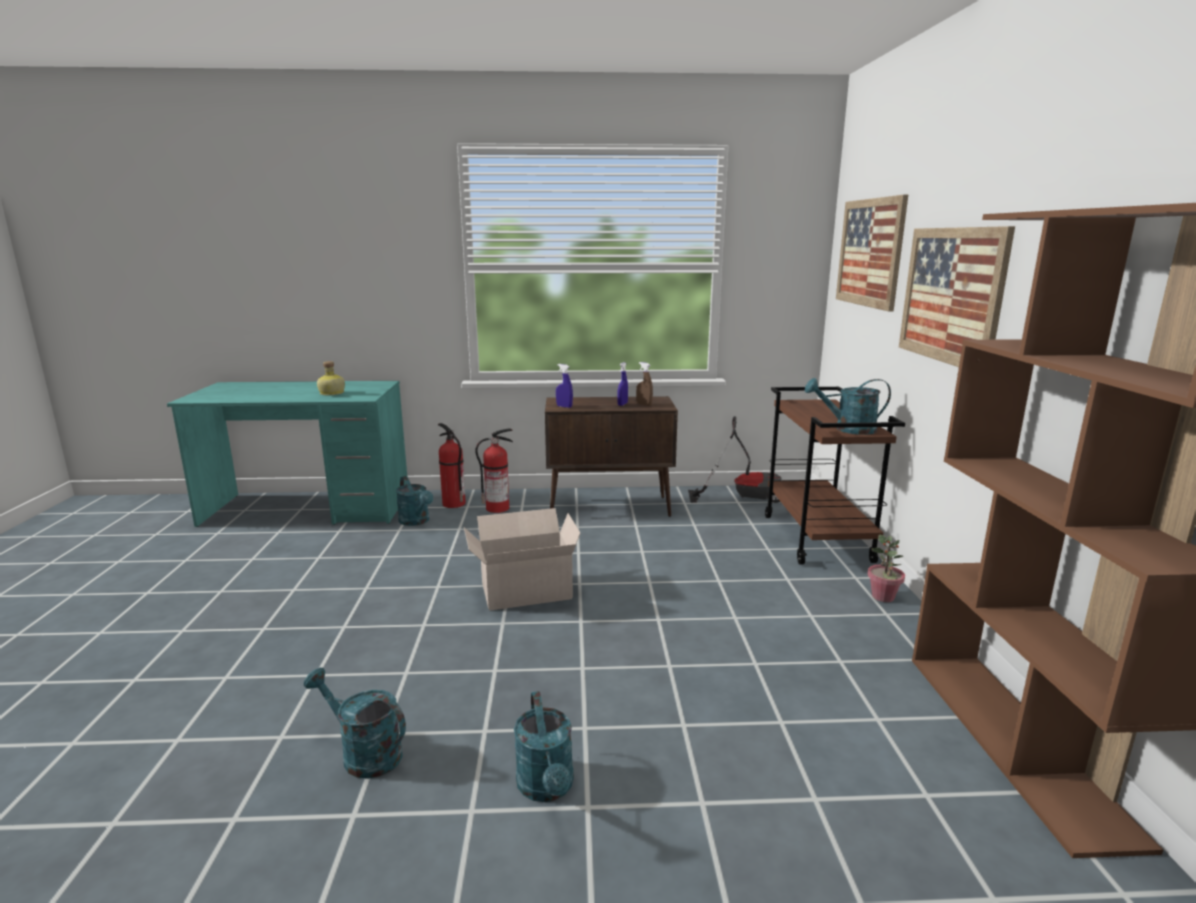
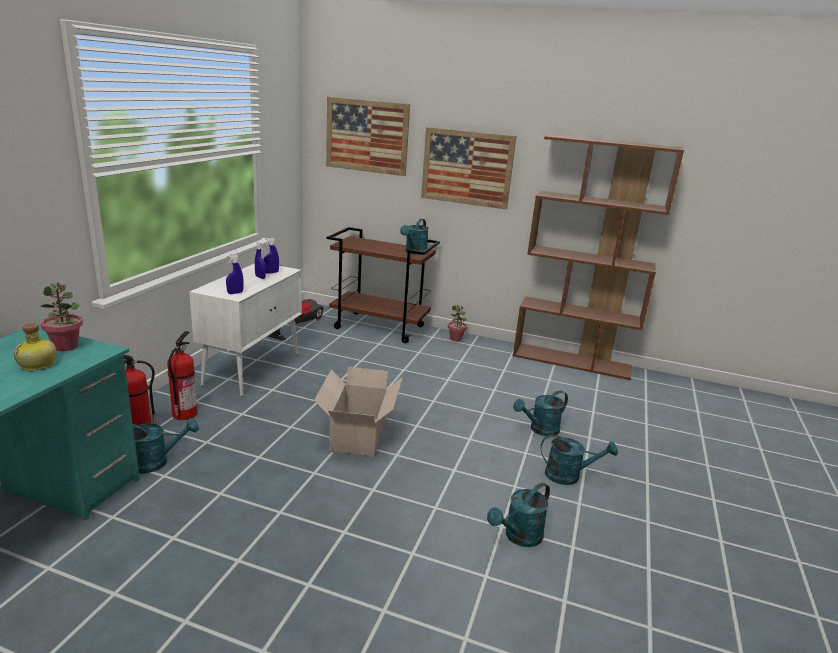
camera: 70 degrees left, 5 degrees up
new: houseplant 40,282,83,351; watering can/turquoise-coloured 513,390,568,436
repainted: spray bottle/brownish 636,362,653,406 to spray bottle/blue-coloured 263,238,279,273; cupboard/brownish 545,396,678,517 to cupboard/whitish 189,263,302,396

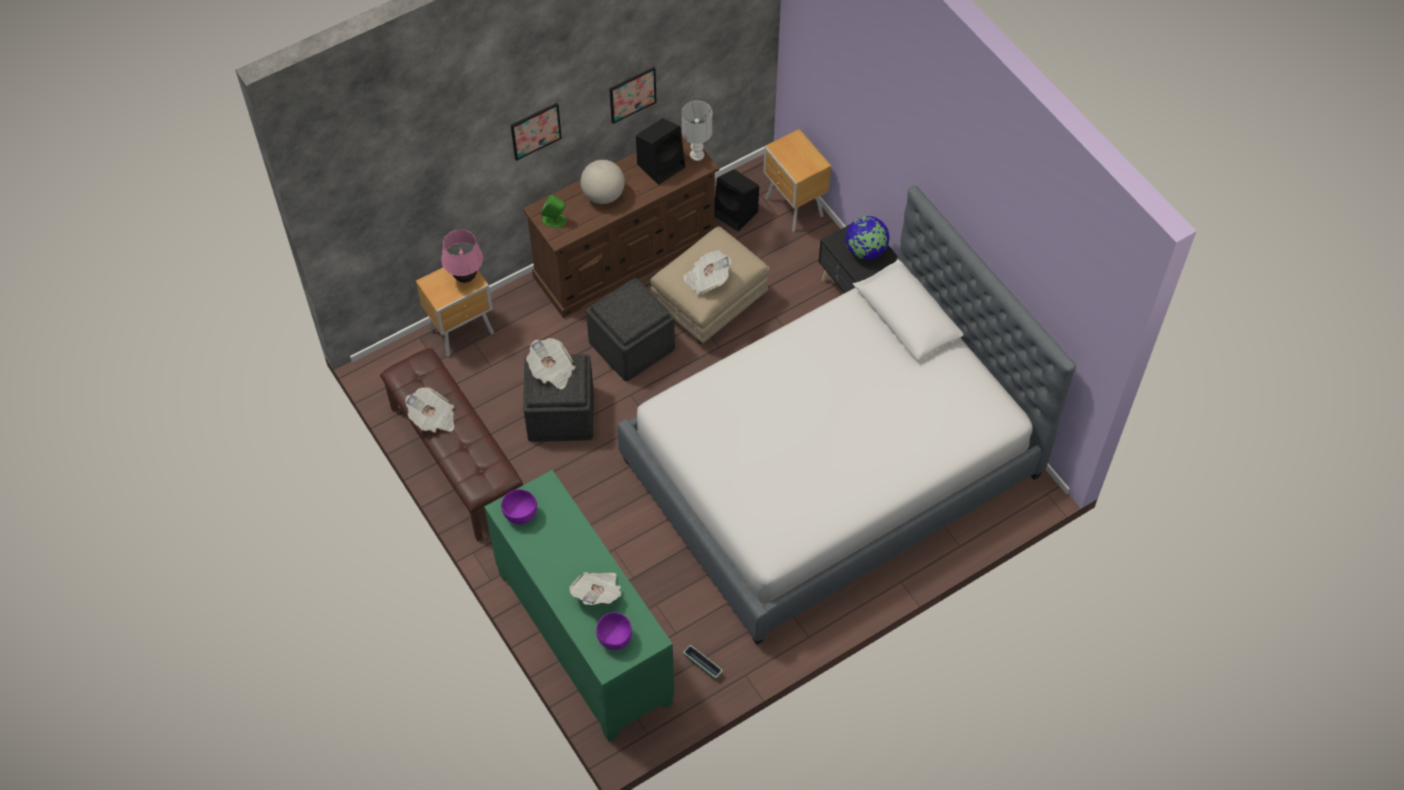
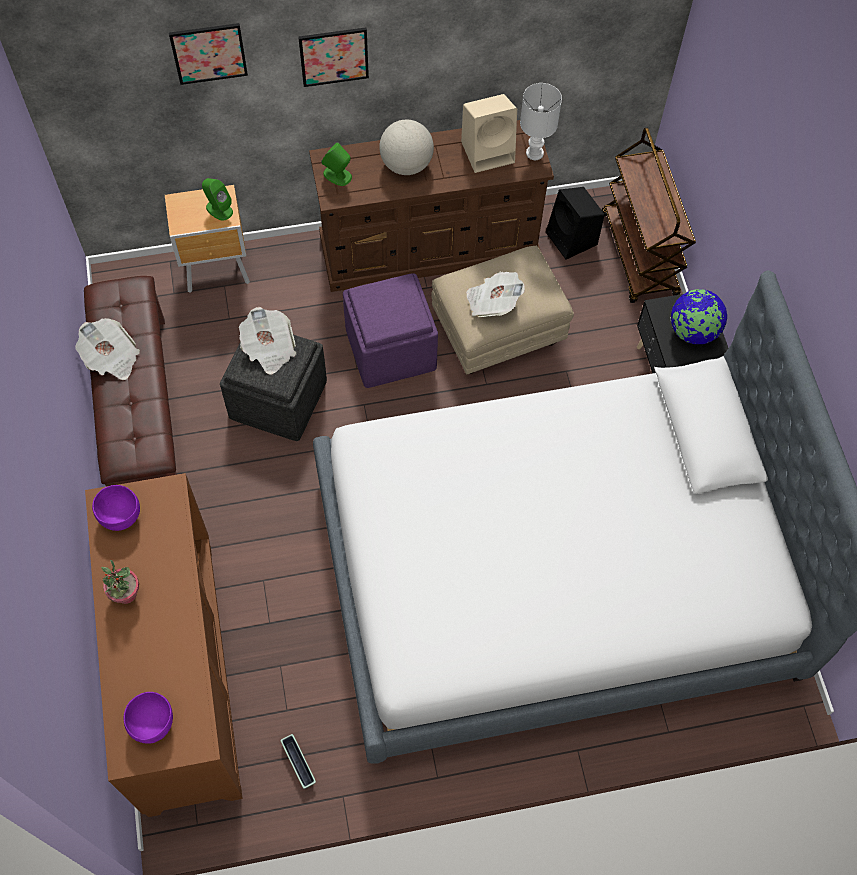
camera: 20 degrees right, 5 degrees up
gone: printed paper 569,572,621,605
new: houseplant 101,560,139,604
shifted: wall art 609,67,657,124 to 169,23,248,85
swapped: bedside table/brownish 763,129,831,232 to cart/brownish 602,128,696,303; table lamp/pinkish 441,230,483,283 to speaker/green-coloured 202,178,233,221
repainted: speaker/black-coloured 636,118,685,185 to speaker/sand-coloured 461,94,517,173; footrest/grey 586,278,675,381 to footrest/purplish 343,273,438,388; cupboard/green-coloured 484,470,674,742 to cupboard/brownish 85,473,243,817

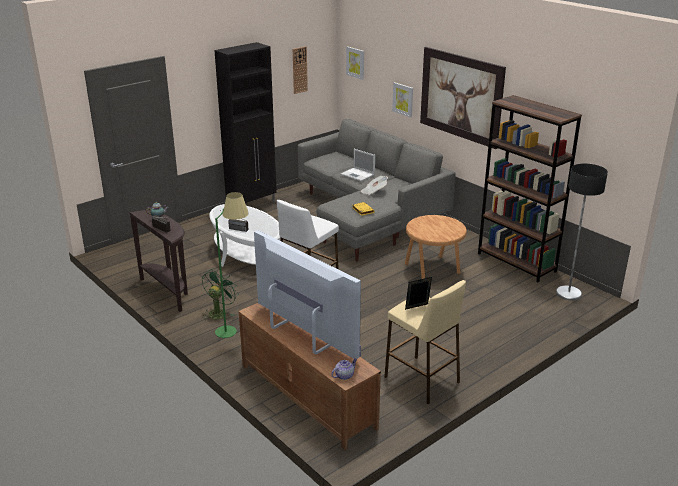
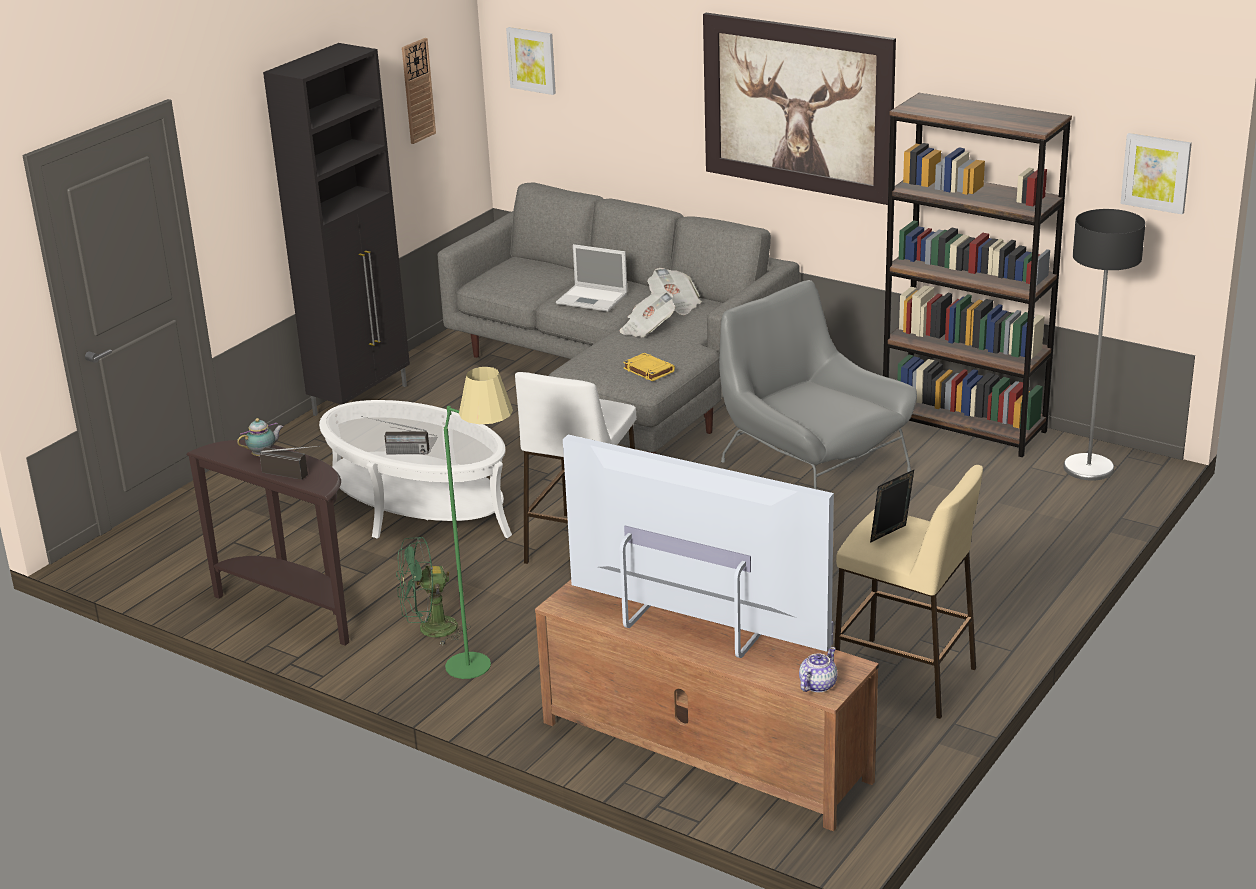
camera: 15 degrees left, 0 degrees up
new: printed paper 647,268,702,315
shifted: wall art 392,82,413,117 to 1121,133,1192,214
swapped: end table/brownish 405,215,467,279 to armchair/grey 719,280,917,489
rotated: cooling fan/green-coloured 202,269,239,319 = 396,537,471,646 120 degrees counterclockwise

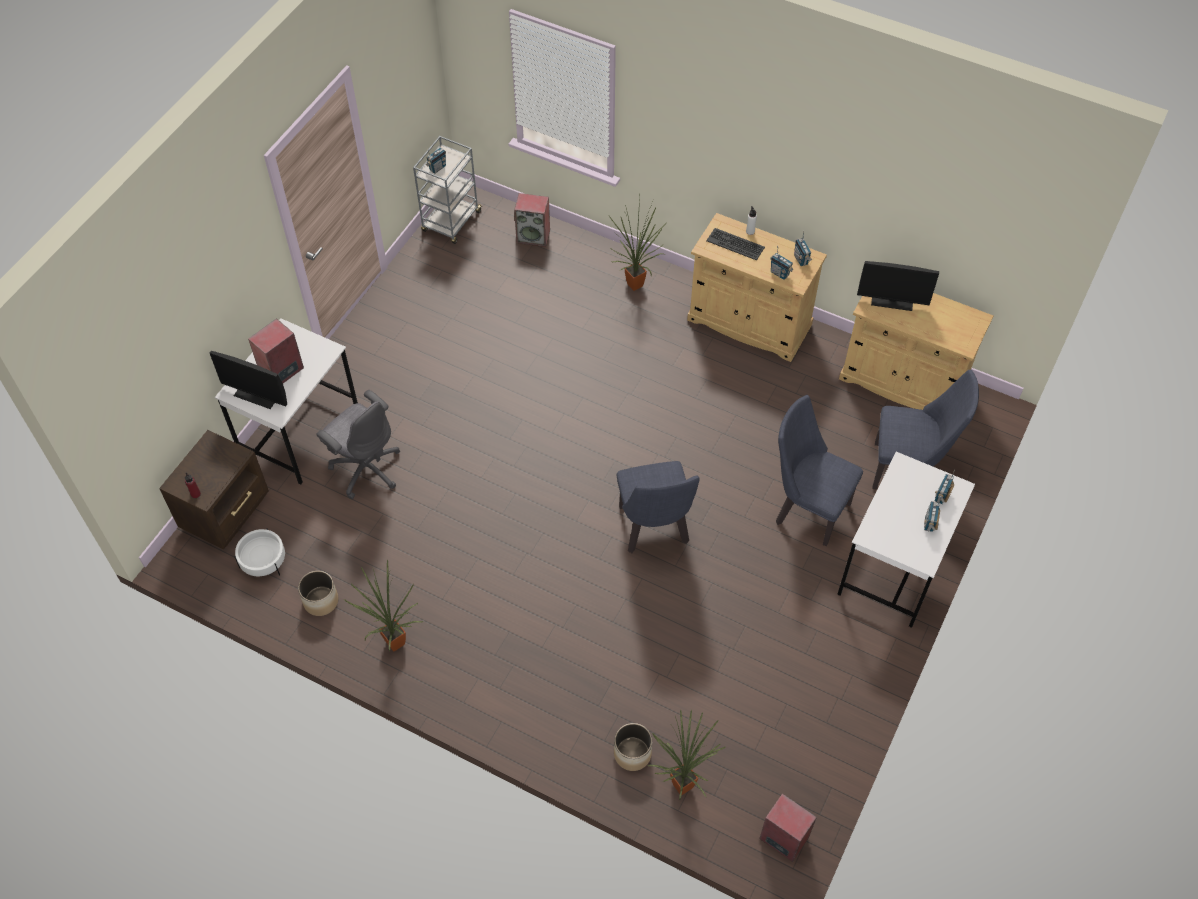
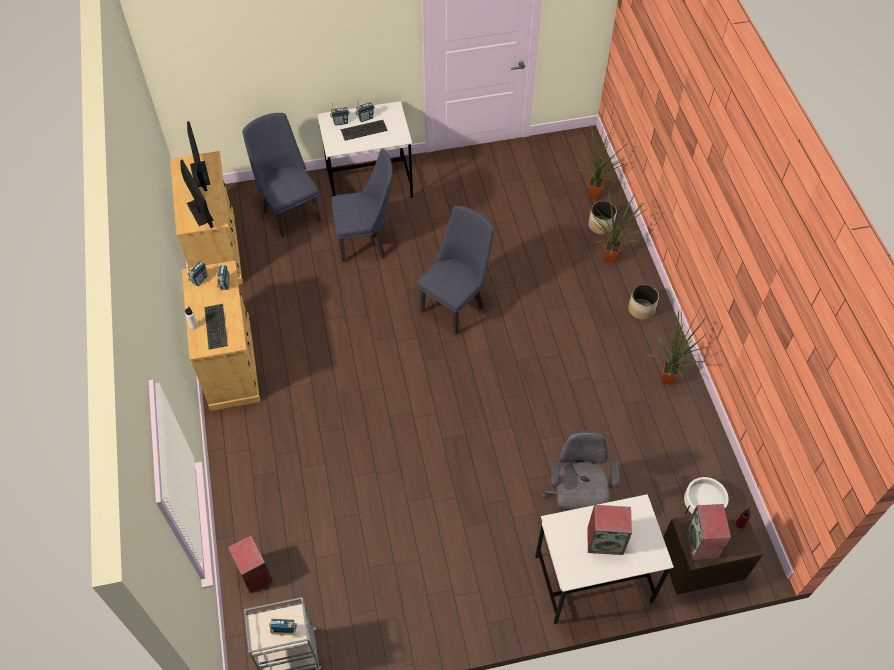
camera: 130 degrees left, 0 degrees up
new: PC keyboard 341,120,388,141
shifted: houseplant 609,197,664,291 to 593,185,648,263; monitor 210,351,287,409 to 187,121,210,191; planter 298,571,338,616 to 628,284,659,320; speaker 759,794,817,862 to 686,504,731,560
rotated: chair/blue-coloured 776,395,863,546 = 332,149,393,262 90 degrees counterclockwise

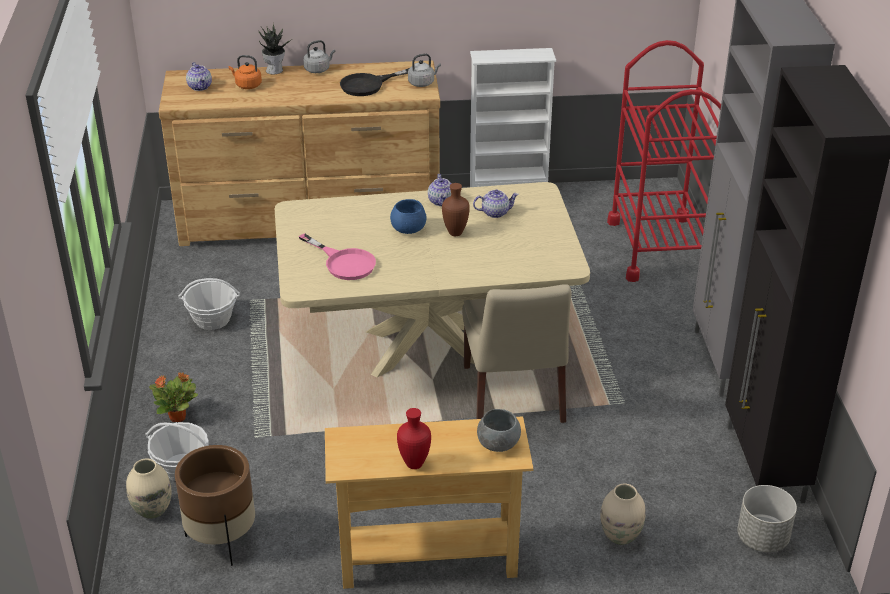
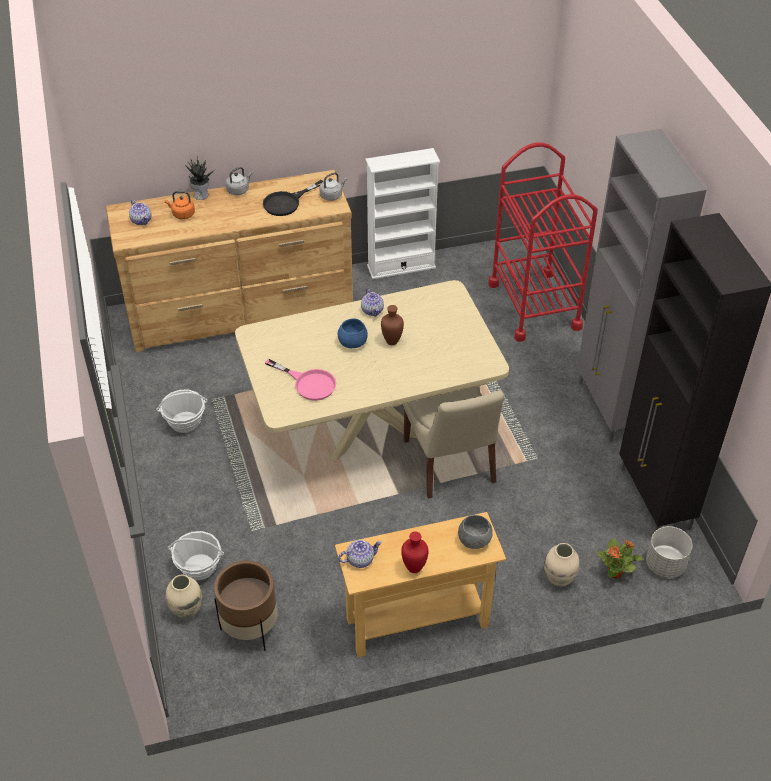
camera: 10 degrees left, 10 degrees up
shifted: pot for tea 473,190,519,218 to 338,540,382,568; houseplant 149,372,198,422 to 597,538,643,578

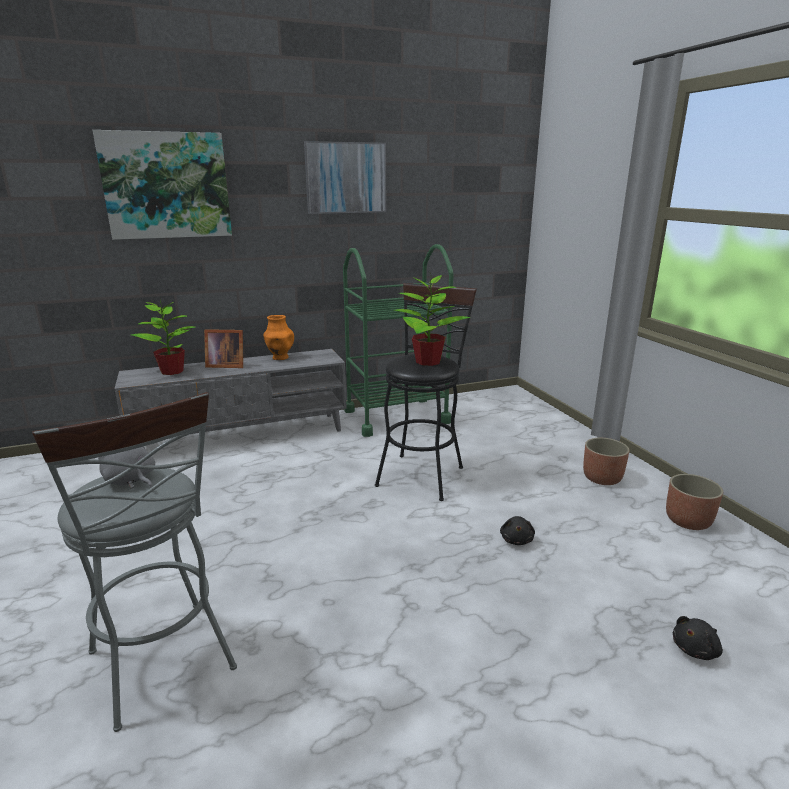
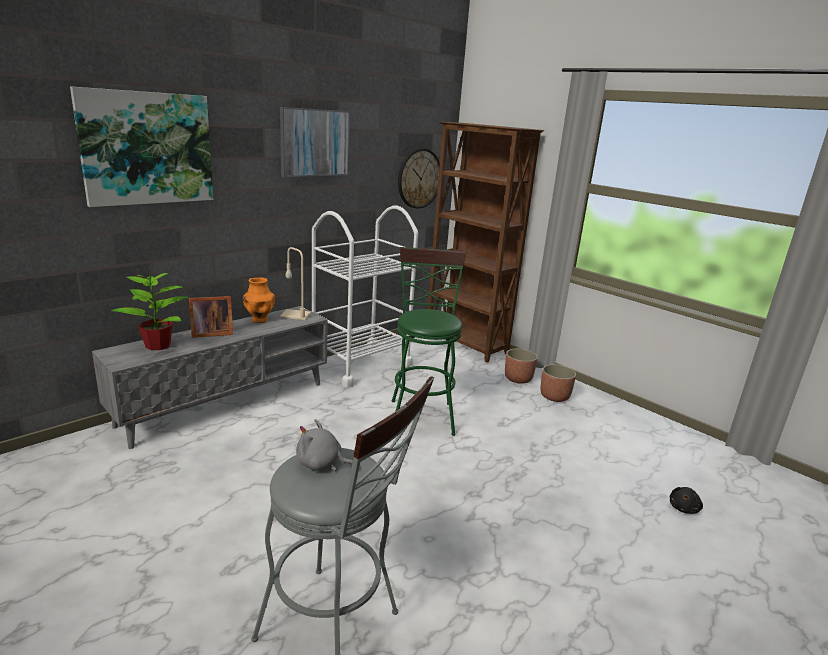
camera: 25 degrees left, 0 degrees up
gone: houseplant 394,273,471,366; plush toy/black-coloured 500,516,535,545
new: bookcase/brownish 428,122,544,363; hanging clock 398,148,440,209; table lamp/sand-coloured 280,247,311,320
shifted: planter 666,474,723,530 to 505,348,538,384
repainted: cart/green-coloured 343,244,454,437 to cart/whitish 312,205,418,388; sitting stool/black-coloured 375,283,477,501 to sitting stool/green-coloured 392,247,466,436

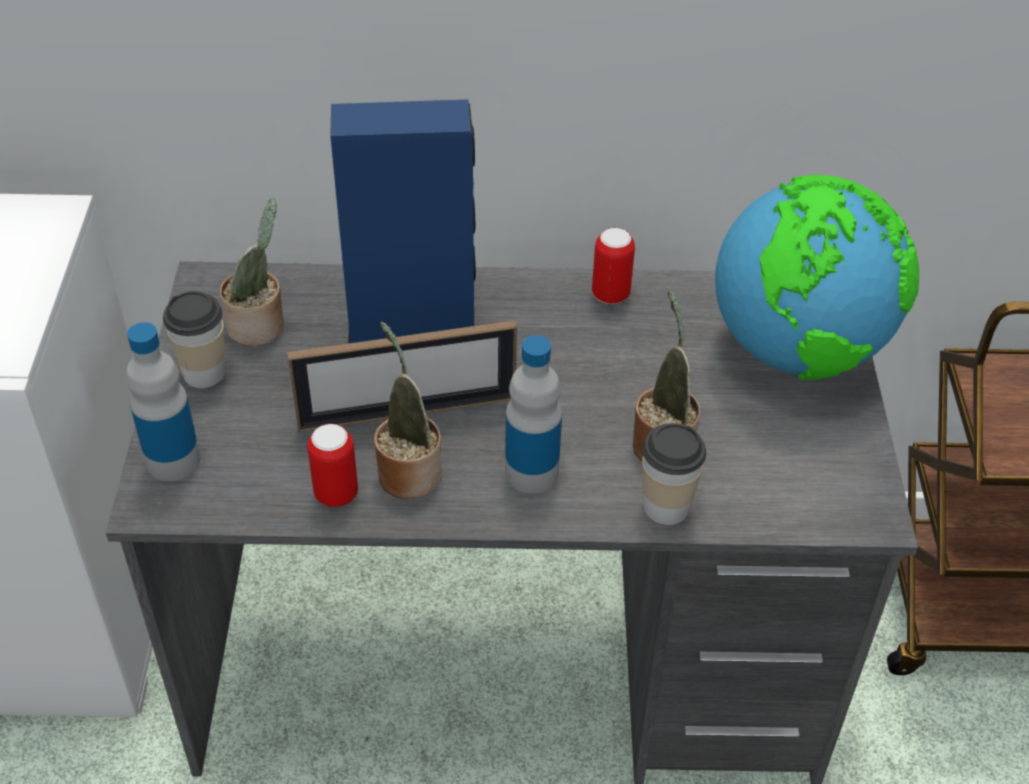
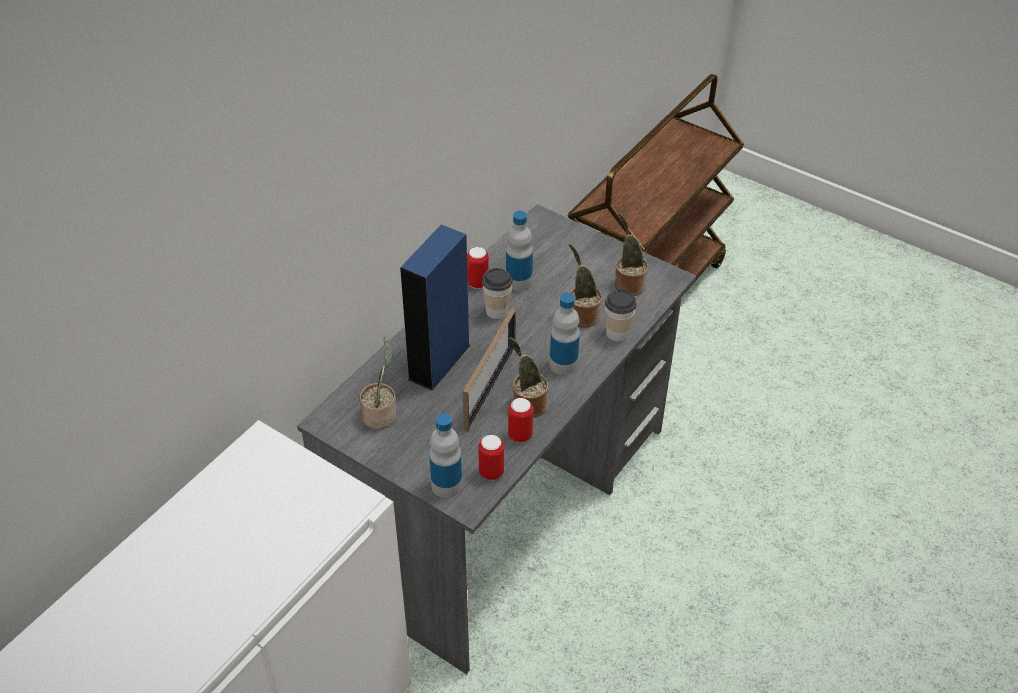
camera: 55 degrees left, 0 degrees up
gone: globe 715,175,919,380
new: beverage bottle 506,211,533,291; houseplant 615,212,648,296; sealed can 478,435,504,480
shifted: cup 163,291,226,388 to 482,268,513,319

